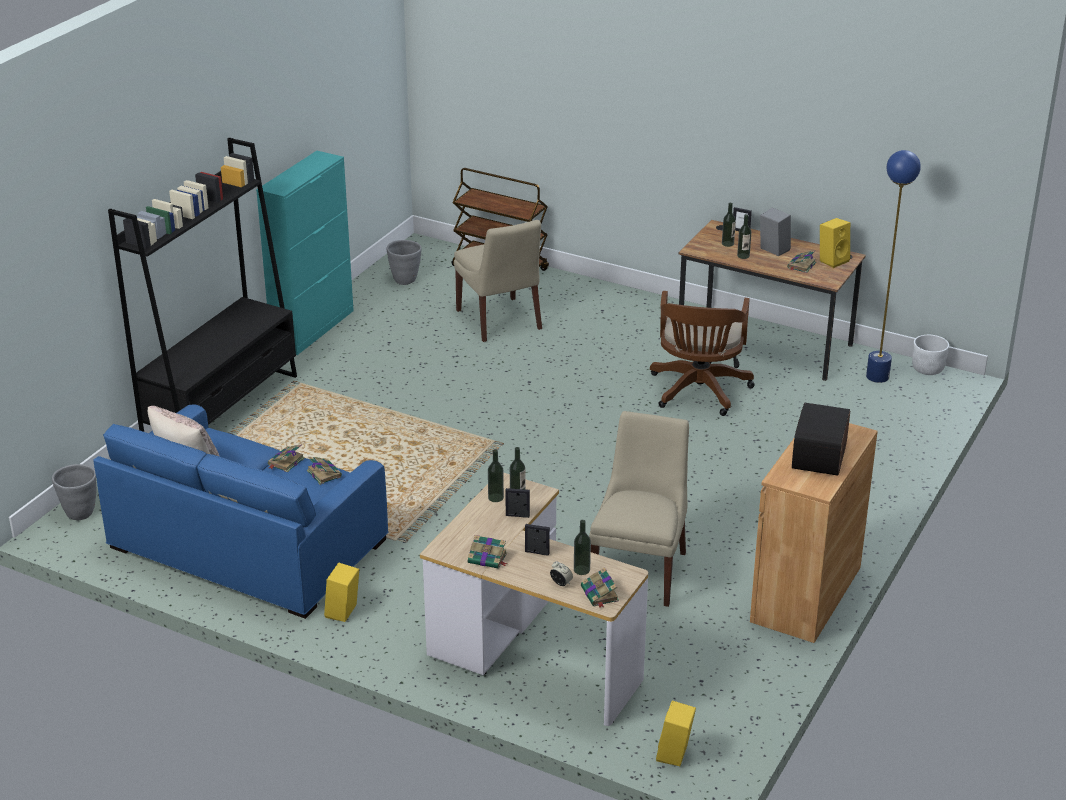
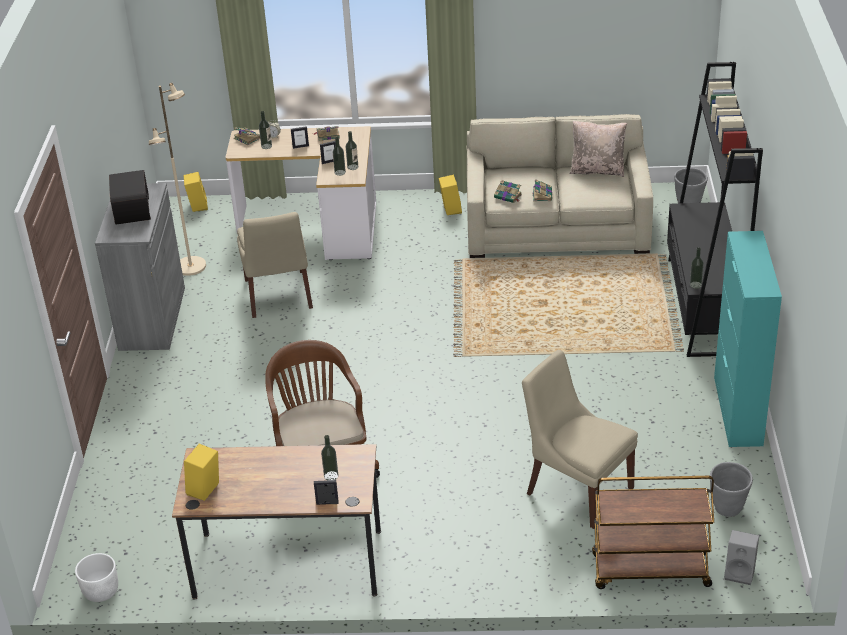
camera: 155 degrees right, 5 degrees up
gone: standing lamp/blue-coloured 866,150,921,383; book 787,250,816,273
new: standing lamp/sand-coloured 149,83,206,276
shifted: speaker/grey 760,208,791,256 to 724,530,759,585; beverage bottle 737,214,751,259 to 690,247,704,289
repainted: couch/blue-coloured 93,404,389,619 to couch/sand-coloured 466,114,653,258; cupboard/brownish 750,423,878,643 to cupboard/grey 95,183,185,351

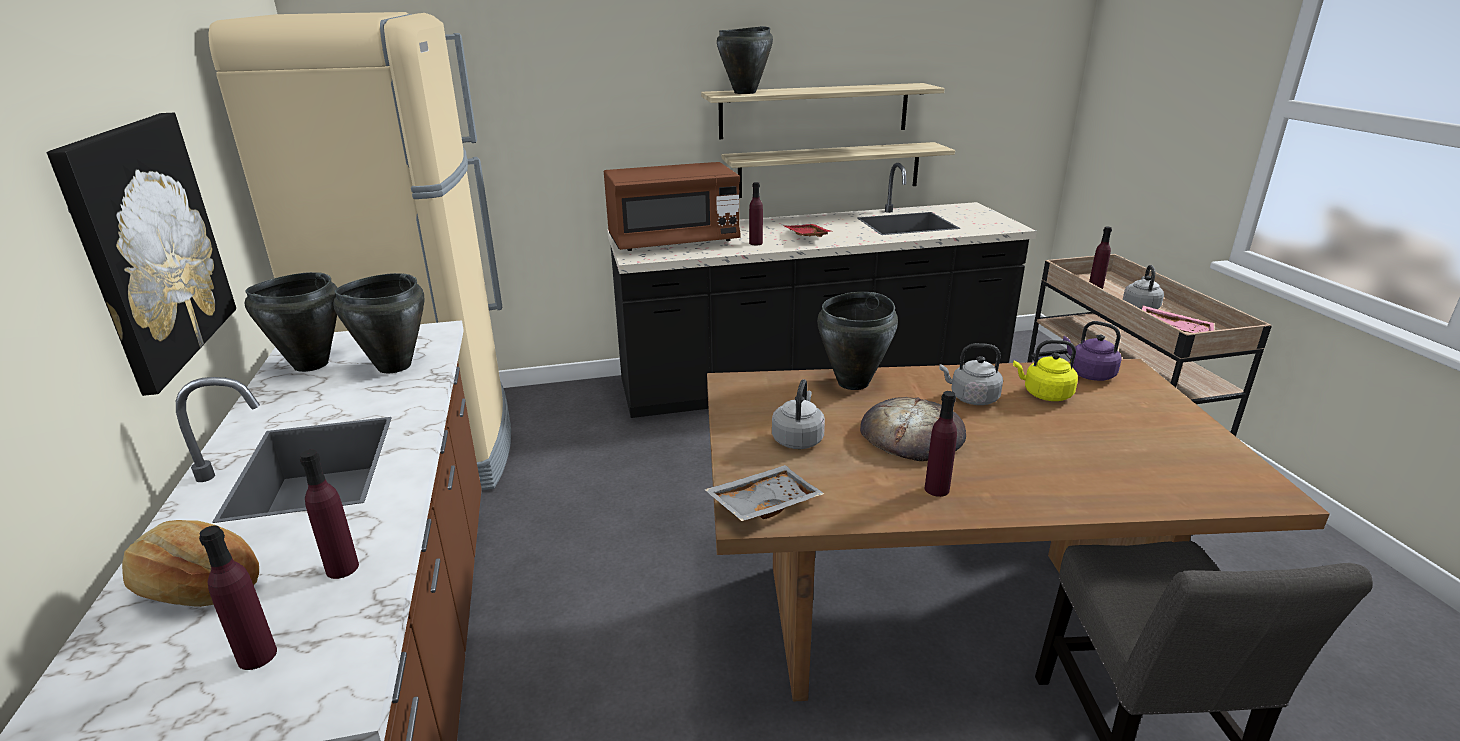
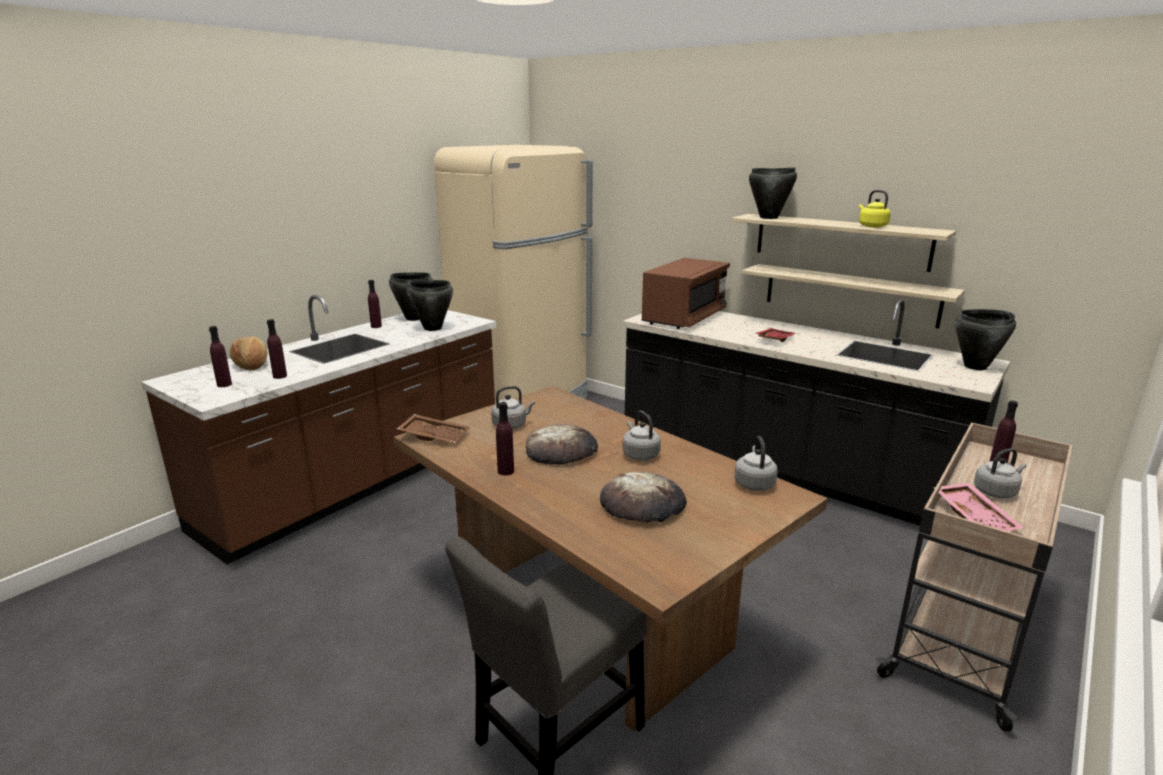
camera: 50 degrees right, 5 degrees down
gone: wall art 47,113,236,396
new: bakery bread 600,471,687,522
shifted: beverage bottle/purplish 749,182,763,245 to 368,280,382,328; stockpot/black-coloured 817,292,898,390 to 955,309,1016,370; kettle/yellowish 1013,340,1078,401 to 859,190,891,228
repainted: kettle/purplish 1063,321,1122,381 to kettle/grey 734,436,778,491; carrying tray/grey 704,465,824,521 to carrying tray/brownish 397,414,470,444
rotated: microwave oven/brownish 604,162,741,251 = 641,258,730,329 90 degrees counterclockwise

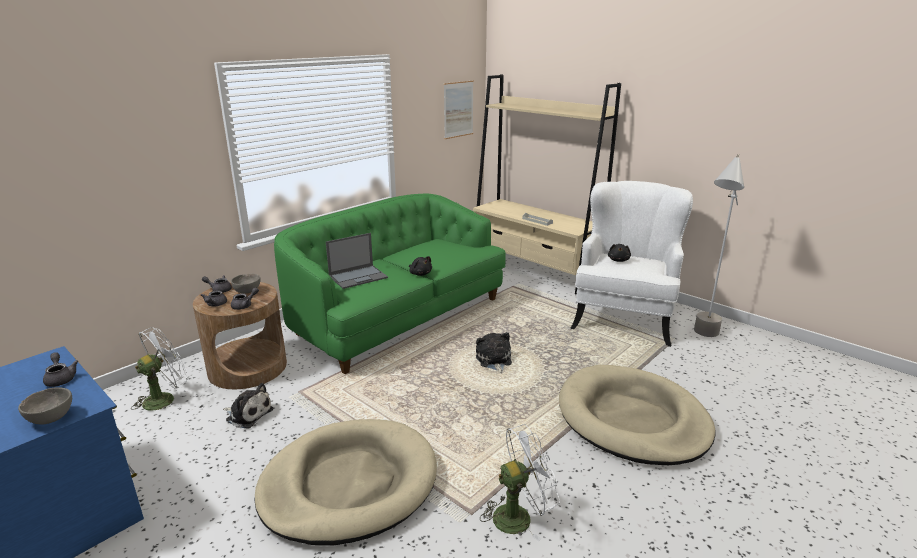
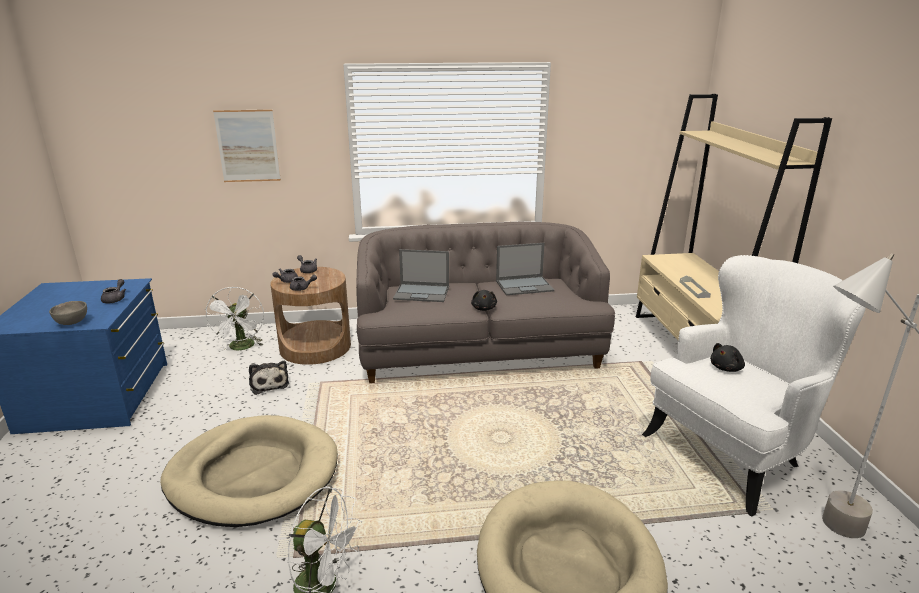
camera: 40 degrees right, 0 degrees up
gone: bowl/grey 231,274,261,294; plush toy 476,332,512,373
new: portable computer 496,243,554,295
shifted: wall art 444,81,474,139 to 213,109,281,182
repainted: couch/green-coloured 274,194,506,374 to couch/grey 356,222,615,383
rotated: cooling fan/whitish 131,327,188,411 = 204,287,264,351 90 degrees clockwise

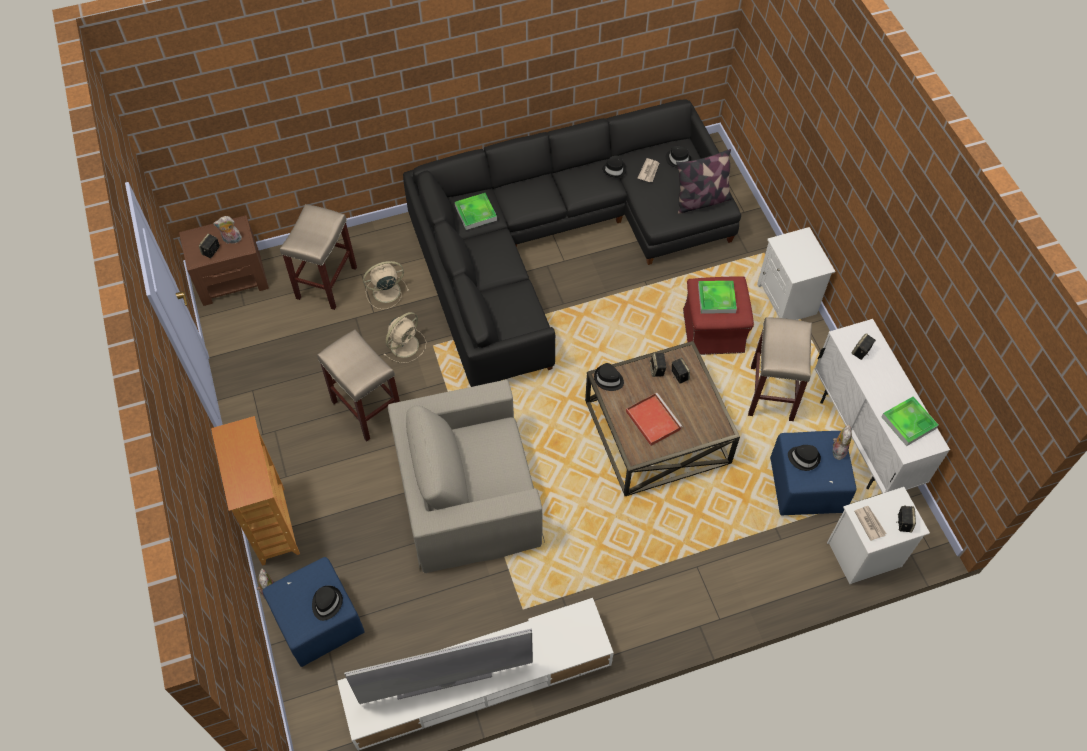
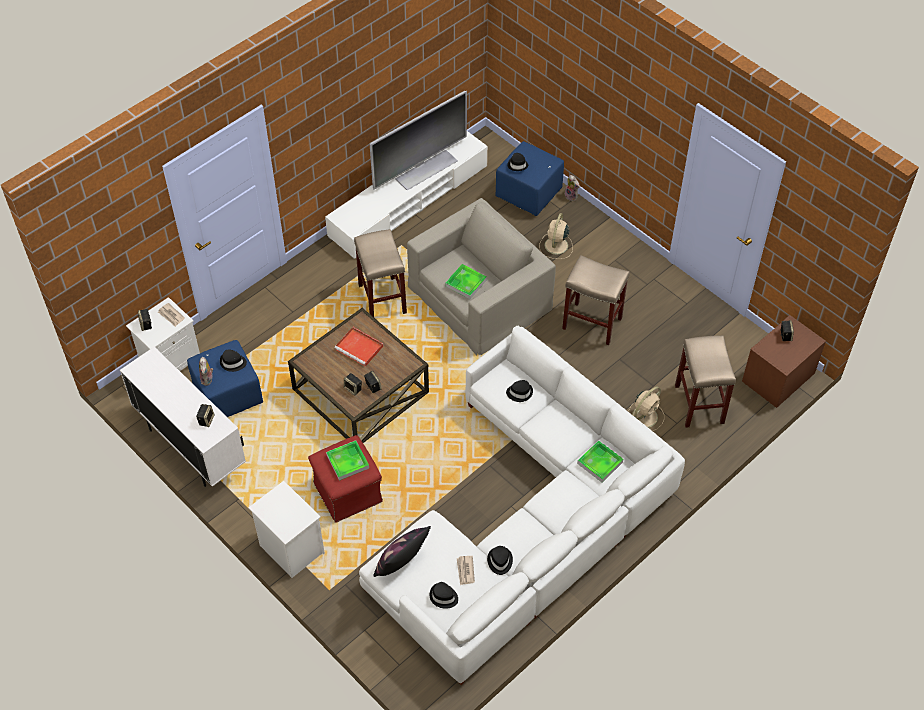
camera: 155 degrees right, 5 degrees down
gone: plush toy 213,216,242,244; bookcase 211,416,300,566
shifted: cooling fan/sand-coloured 383,312,426,363 to 539,213,573,259; sitting stool/sand-coloured 748,317,812,421 to 354,229,407,317; wearable hat/black-coloured 594,363,624,391 to 506,380,533,402; carrying tray 882,396,939,446 to 445,264,487,299
repainted: couch/black-coloured 403,99,741,387 to couch/whitish 359,326,685,685

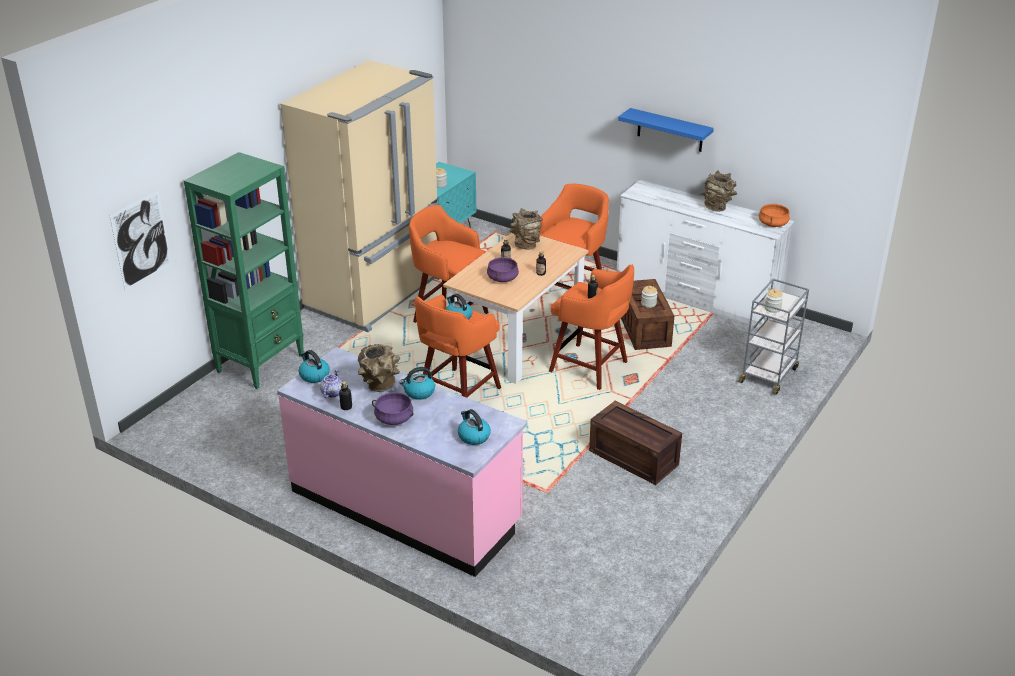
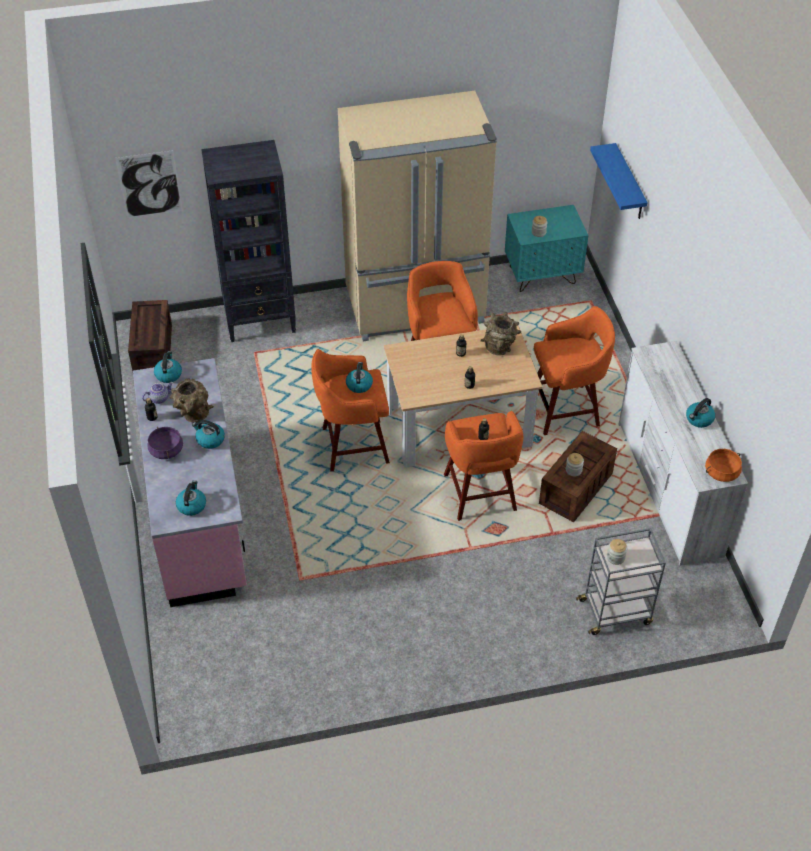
camera: 45 degrees right, 15 degrees up
gone: stockpot/purplish 487,257,519,282
shifted: wall shelf/blue-coloured 618,108,714,152 to 590,143,648,219; shipping crate 589,401,682,485 to 128,300,172,371
swapped: vase/brownish 701,170,737,212 to kettle 686,398,715,428
repainted: bookcase/green-coloured 184,152,304,389 to bookcase/black-coloured 201,140,296,342

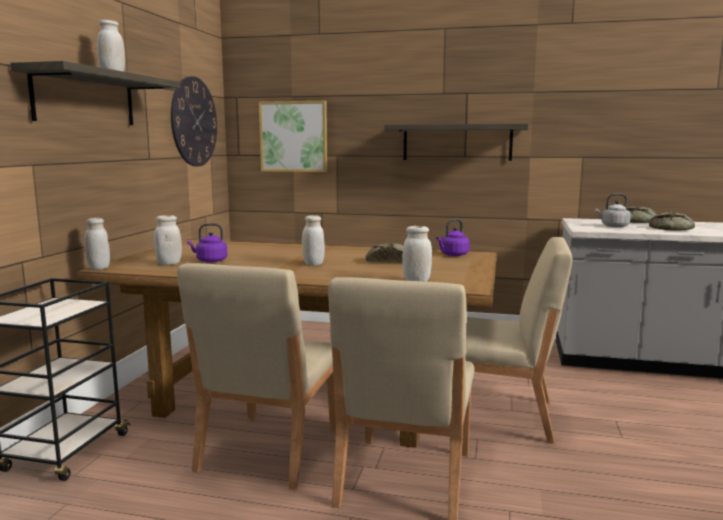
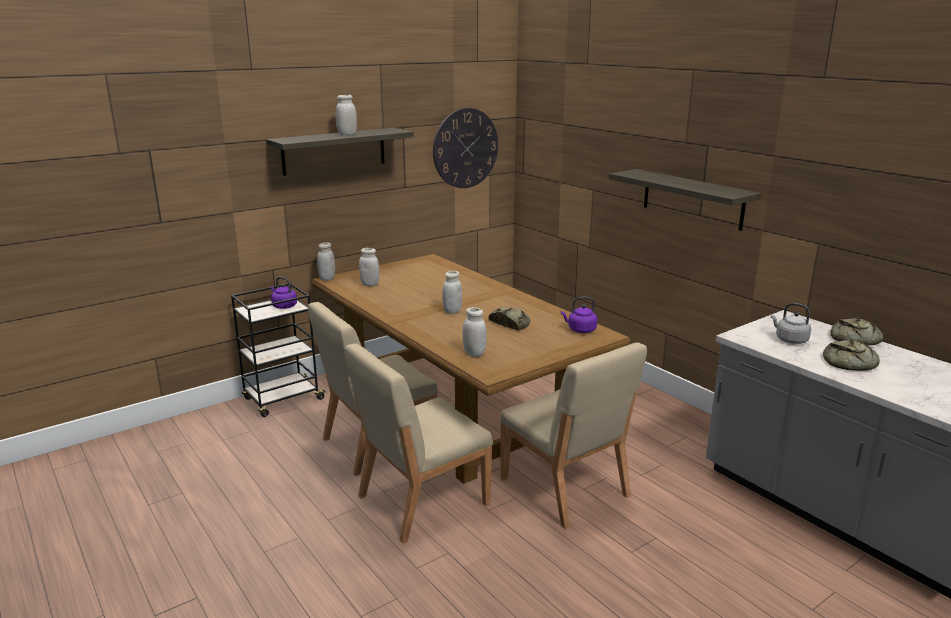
camera: 40 degrees right, 10 degrees up
gone: wall art 259,101,327,172
shifted: kettle/purplish 187,223,227,263 to 271,277,297,309

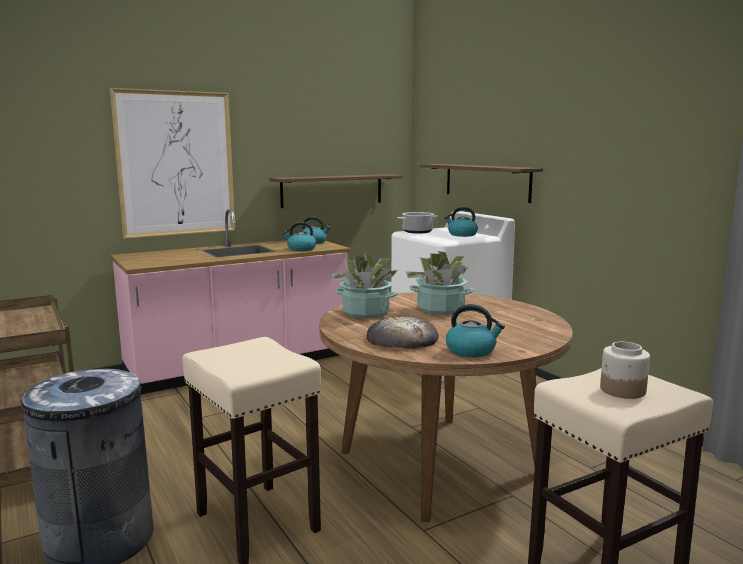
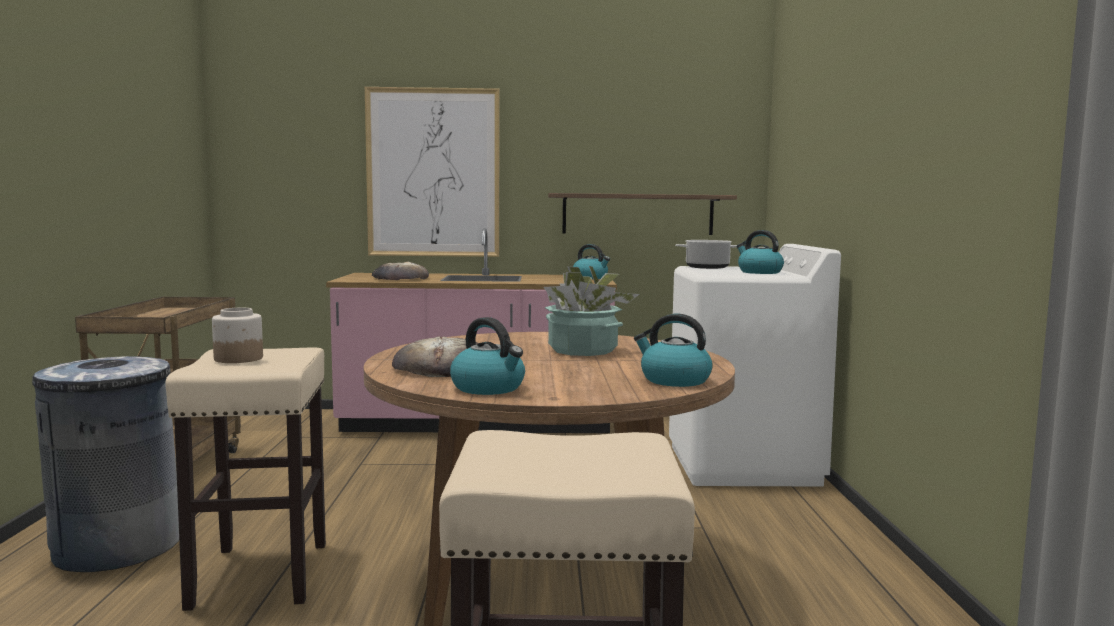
camera: 30 degrees right, 5 degrees down
gone: wall shelf 420,164,543,203; houseplant 332,253,398,319
new: bakery bread 372,262,429,280
shifted: kettle 283,222,316,251 to 634,314,713,387; storage jar 600,342,650,399 to 212,308,263,363

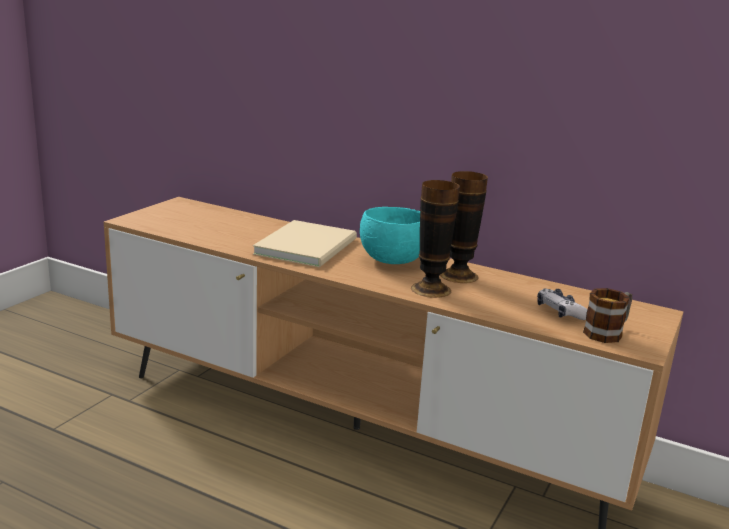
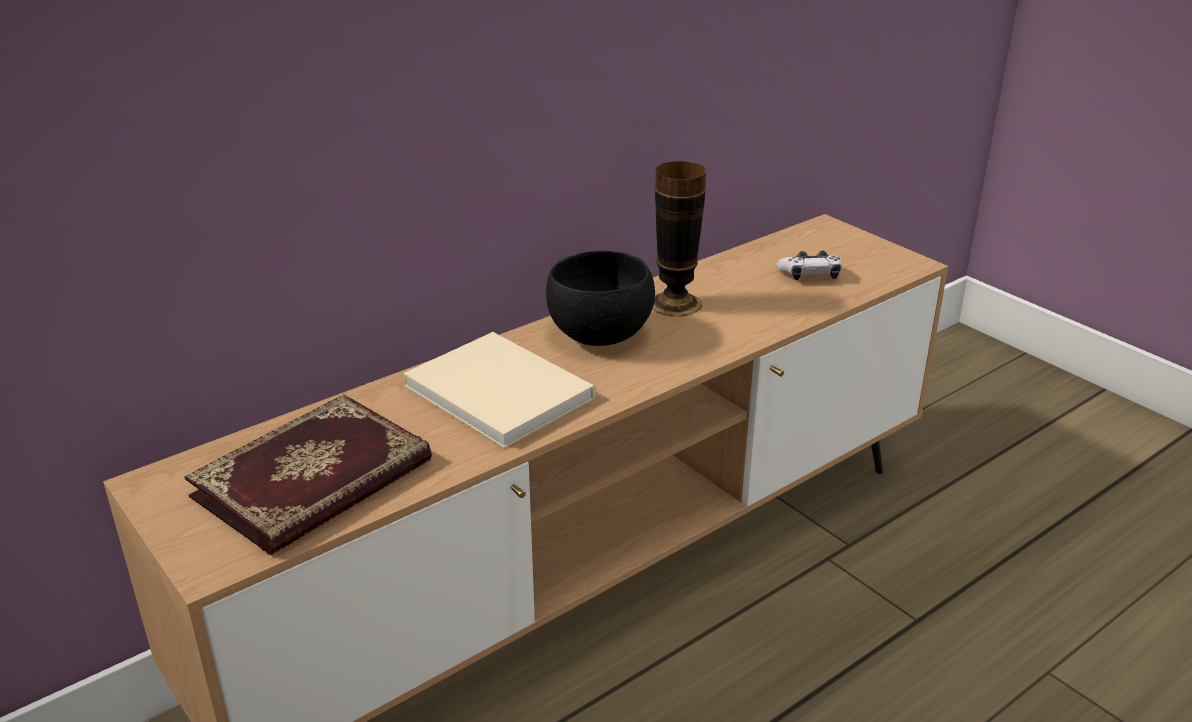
camera: 65 degrees left, 10 degrees up
gone: vase 411,180,460,298; mug 583,288,632,343
new: book 184,394,432,555
repainted: bowl/turquoise-coloured 360,207,420,264 to bowl/black-coloured 546,251,655,346

